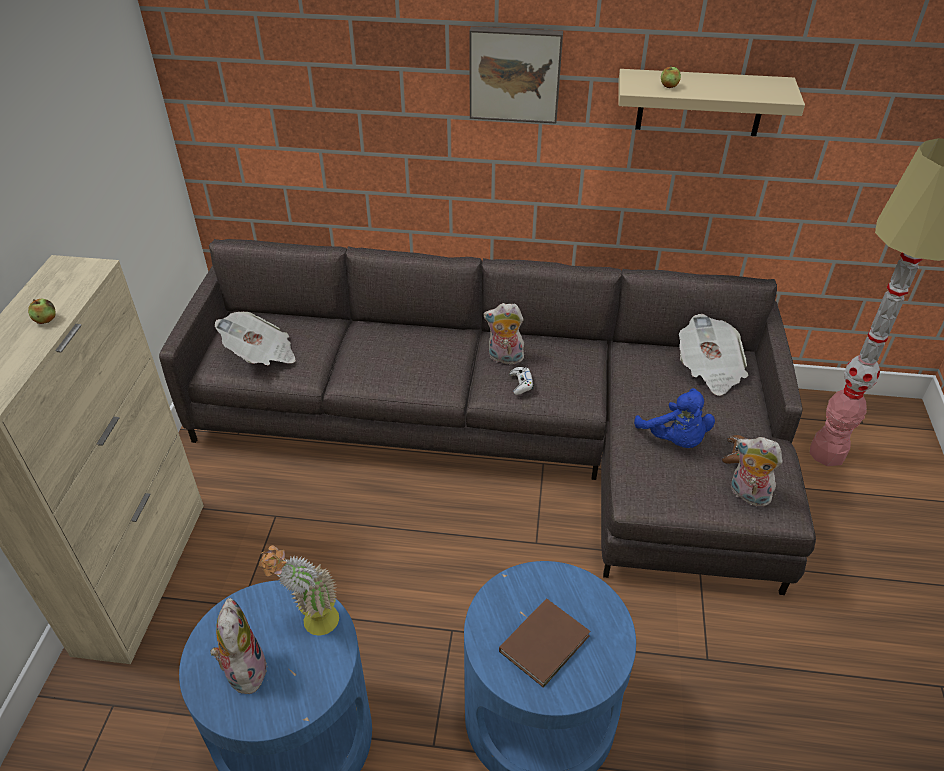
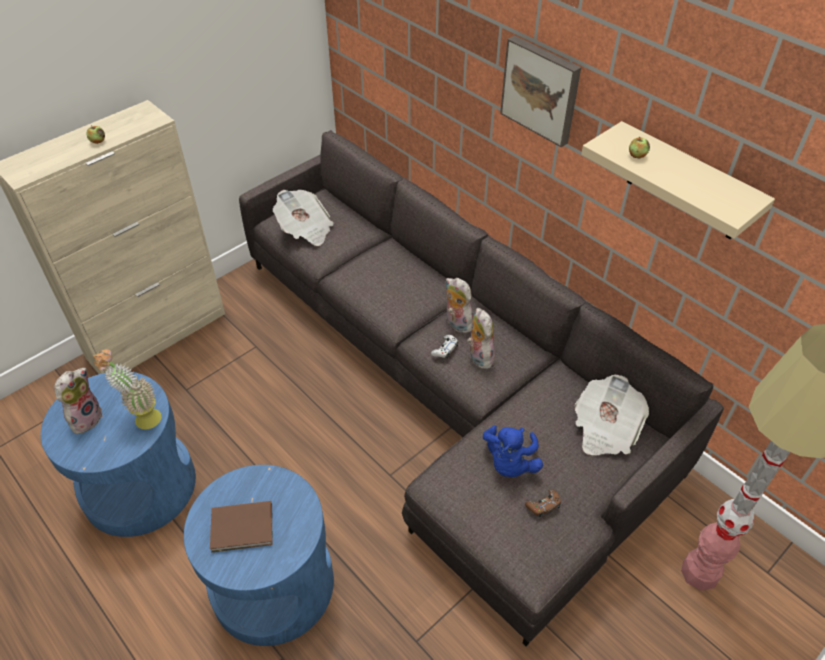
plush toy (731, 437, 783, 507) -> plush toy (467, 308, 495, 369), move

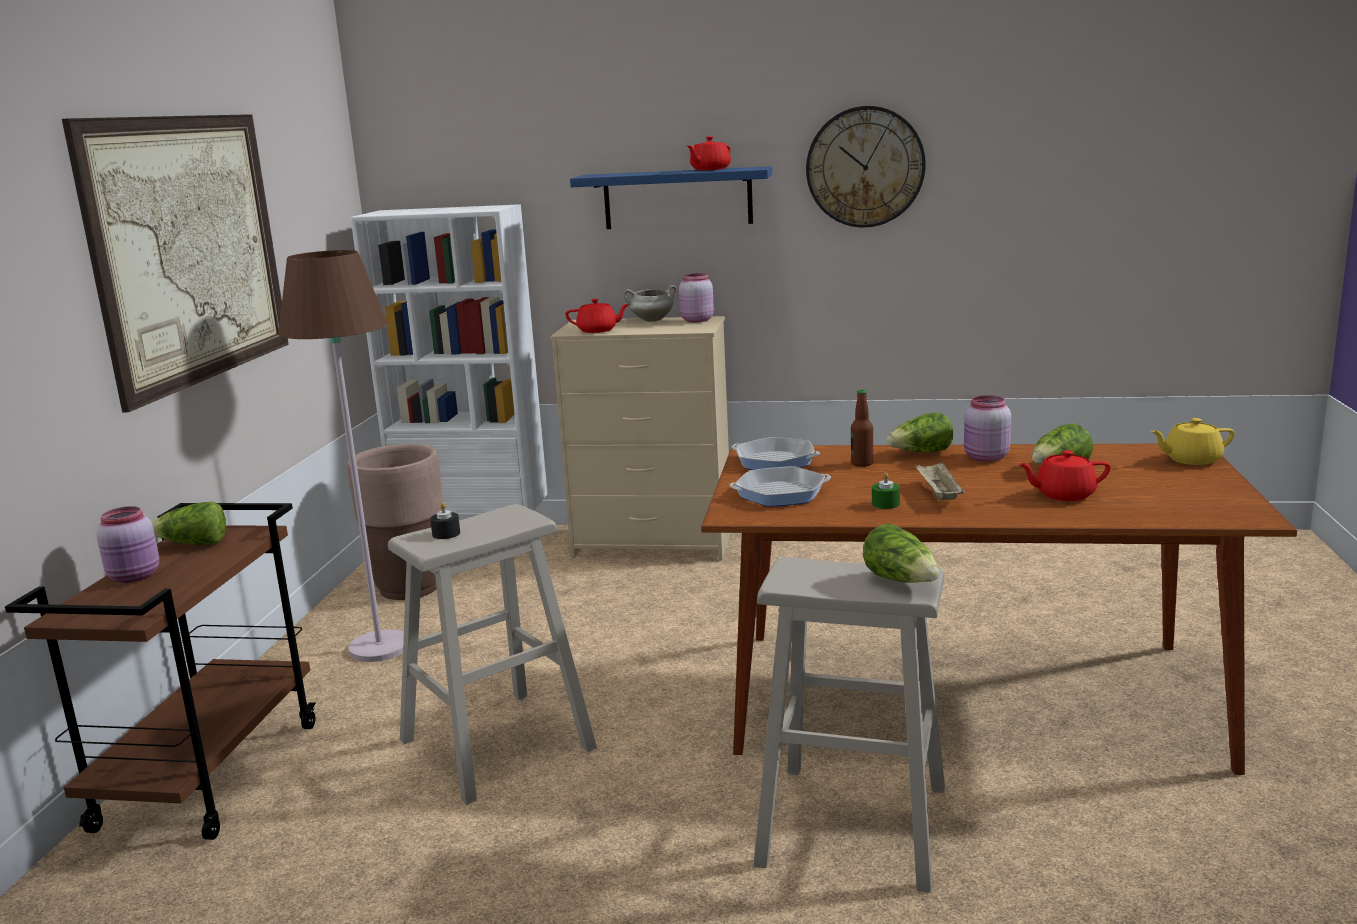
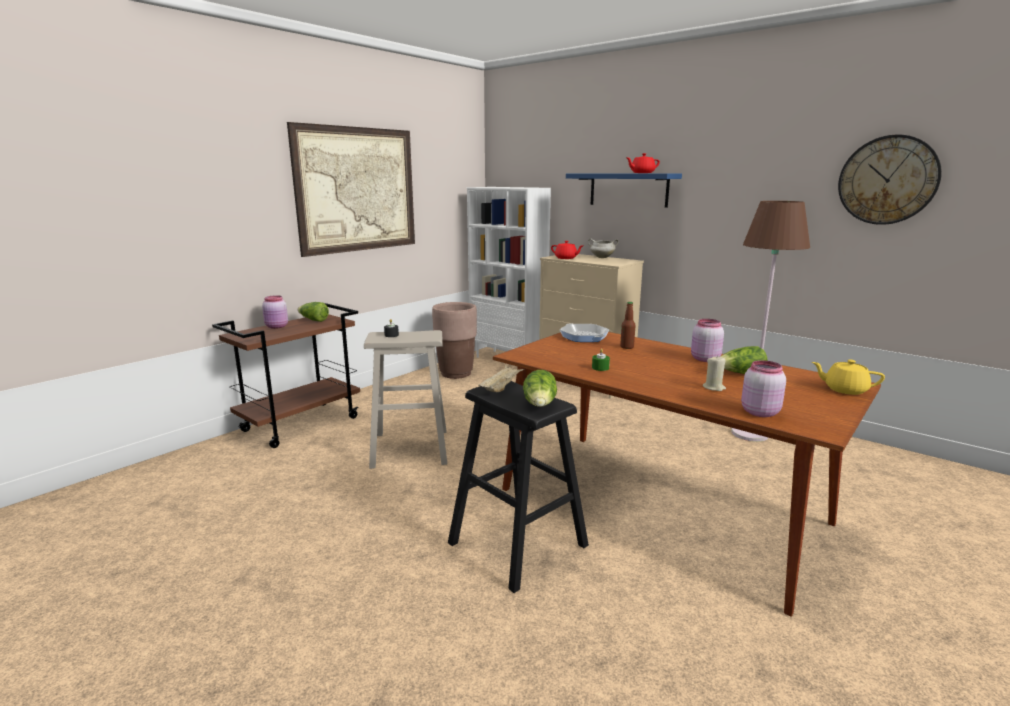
brown floor lamp (278, 250, 404, 662) -> brown floor lamp (731, 201, 810, 442), move
pink jar (679, 273, 714, 322) -> pink jar (741, 360, 786, 417), move
frying pan (729, 466, 831, 507) -> none
beige stool (753, 557, 945, 893) -> black stool (448, 381, 589, 593)
wall clock (806, 106, 926, 228) -> wall clock (838, 135, 942, 225), move
lettuce (886, 412, 954, 452) -> none
beige tray (915, 462, 965, 500) -> beige tray (478, 365, 524, 392), move
red teapot (1018, 450, 1111, 501) -> beige candle (703, 355, 726, 391)

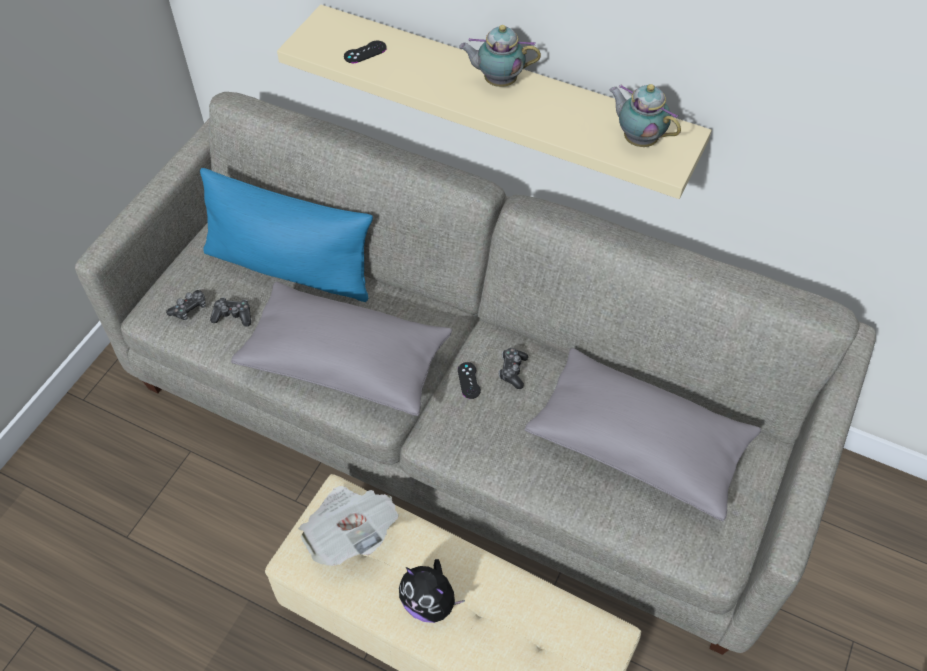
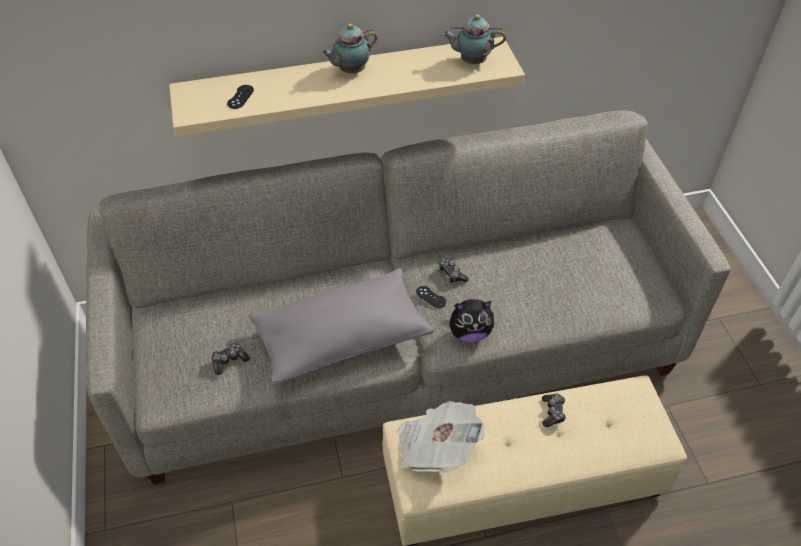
game controller (166, 290, 206, 320) -> game controller (542, 394, 566, 427), move
blue pillow (200, 168, 373, 302) -> none
plush toy (399, 559, 465, 623) -> plush toy (450, 299, 495, 343), move
grey pillow (524, 348, 761, 522) -> none

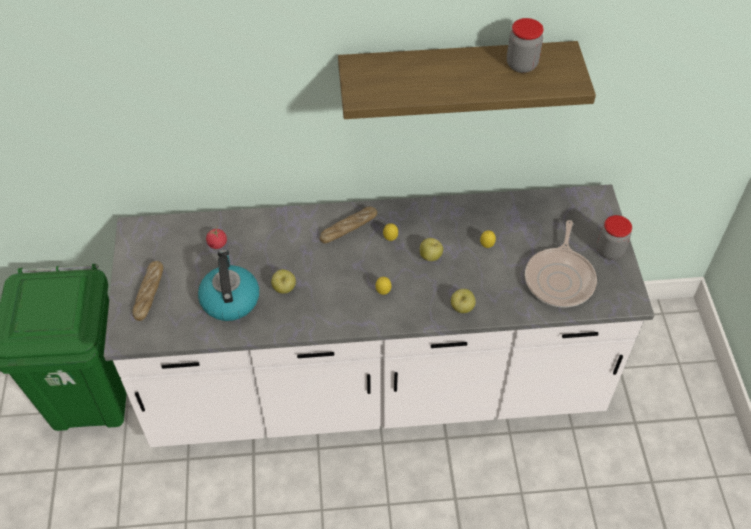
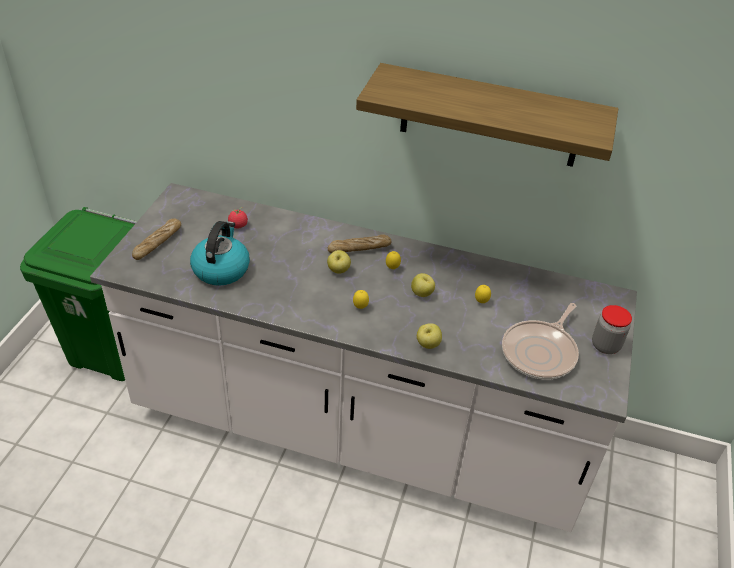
apple (271, 269, 296, 294) -> apple (327, 250, 351, 274), move
jar (507, 18, 544, 73) -> none

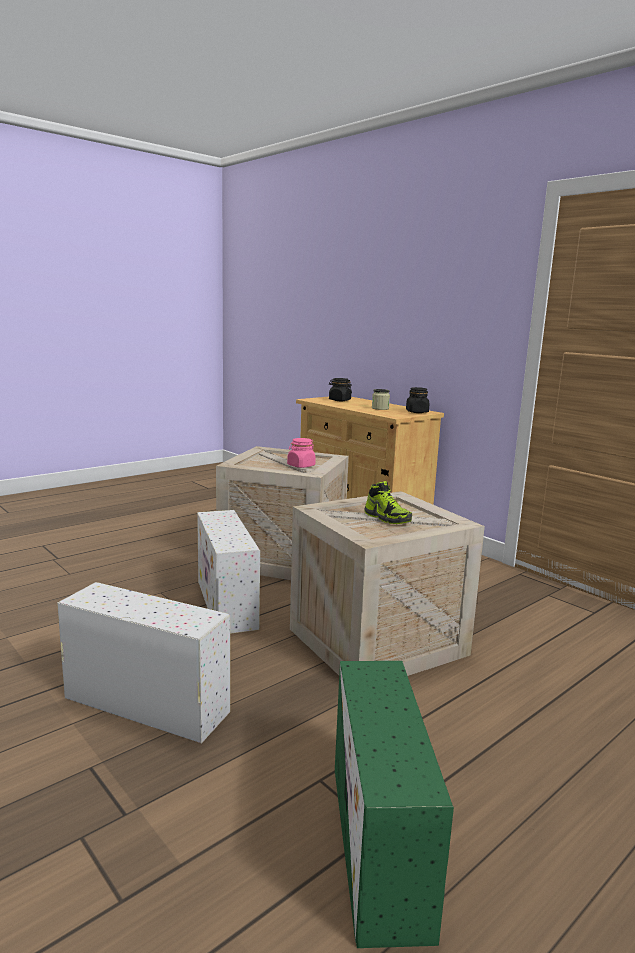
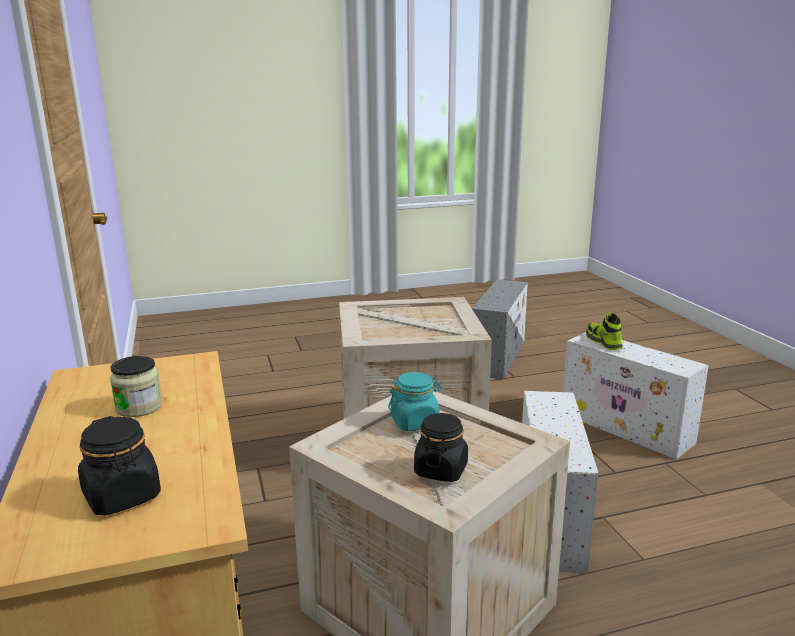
pink jar (287, 438, 316, 468) -> turquoise jar (388, 372, 442, 431)
green storage box (335, 661, 454, 948) -> grey storage box (472, 279, 528, 379)
shoe (364, 481, 412, 524) -> shoe (586, 313, 623, 350), move
black jar (406, 387, 429, 413) -> black jar (414, 413, 468, 482), move

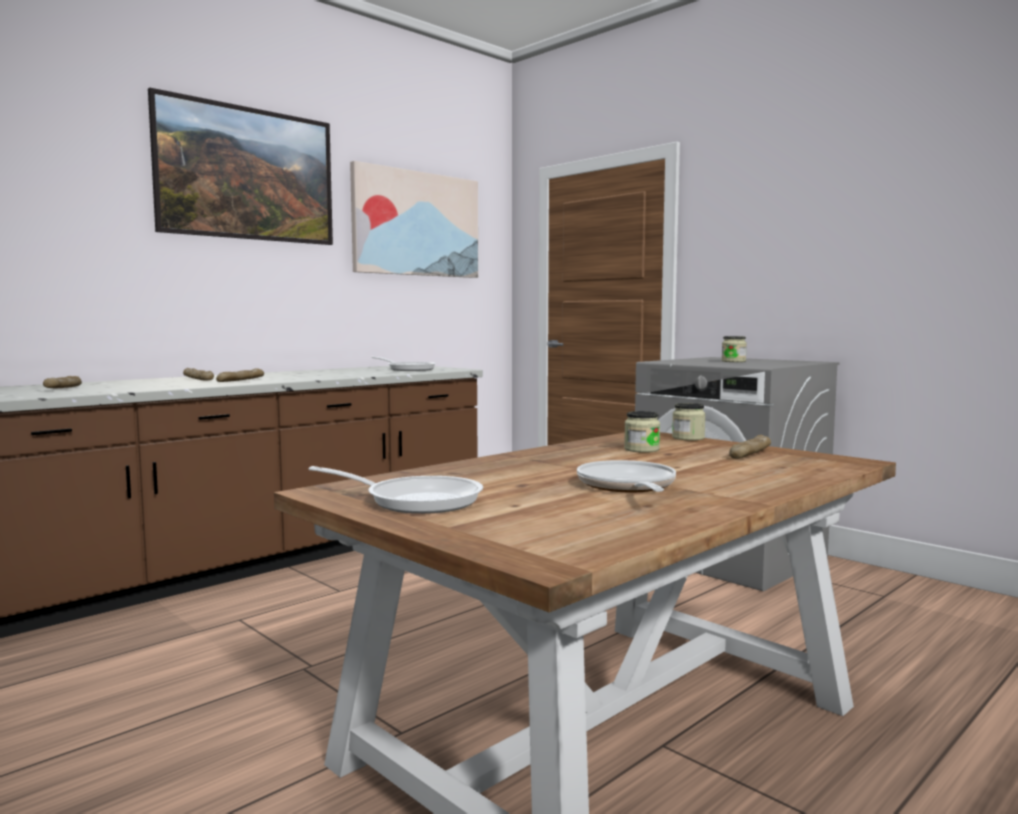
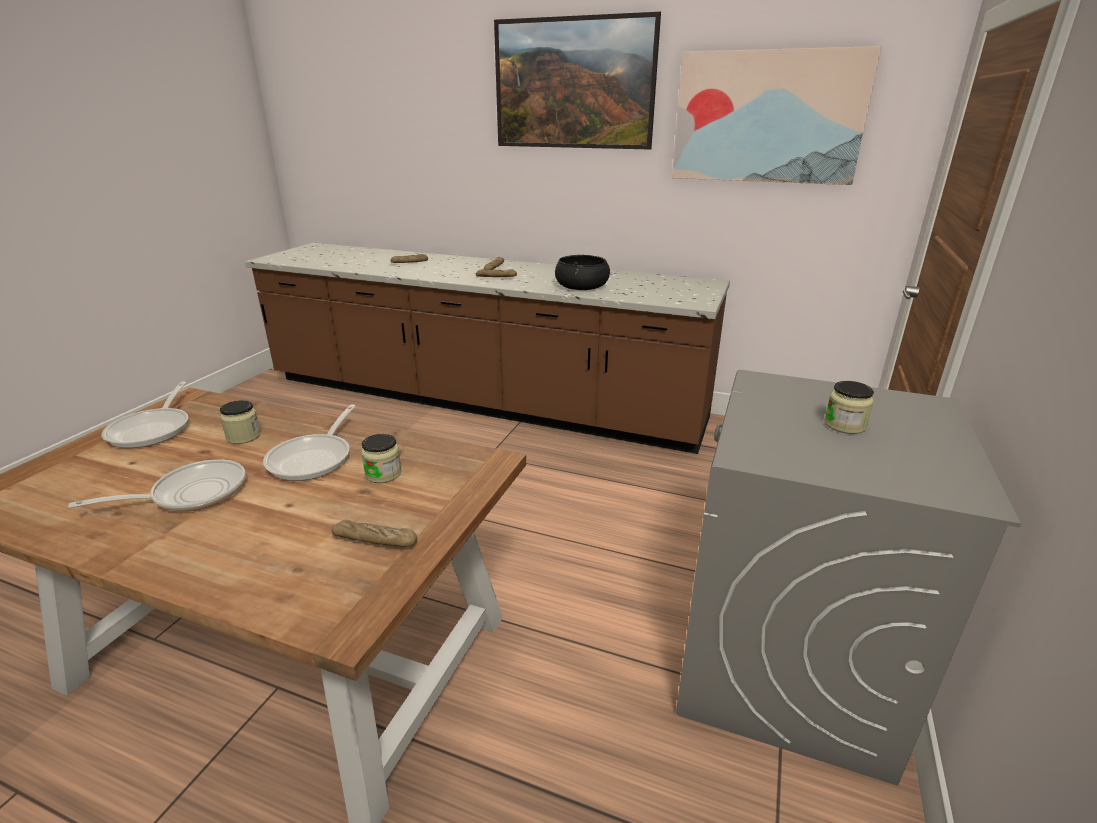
frying pan (371, 356, 437, 371) -> frying pan (263, 404, 356, 481), move
jar (672, 403, 706, 441) -> jar (220, 400, 261, 444), move
none -> black bowl (555, 255, 610, 290)

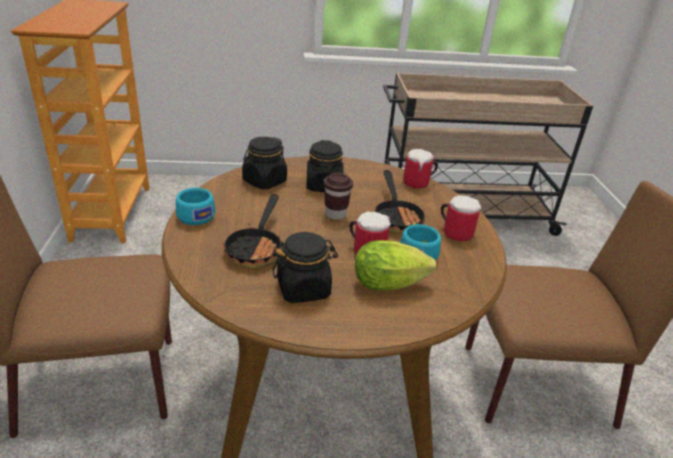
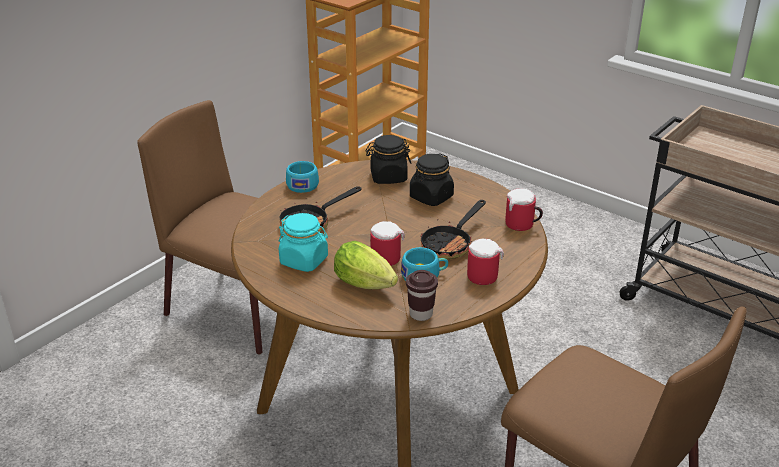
black jar (272, 232, 338, 303) -> turquoise jar (279, 213, 328, 272)
brown cup (324, 172, 353, 220) -> brown cup (406, 270, 438, 321), move

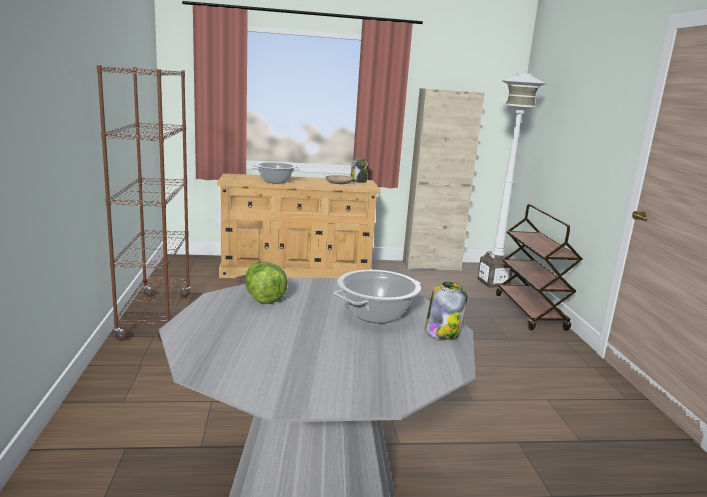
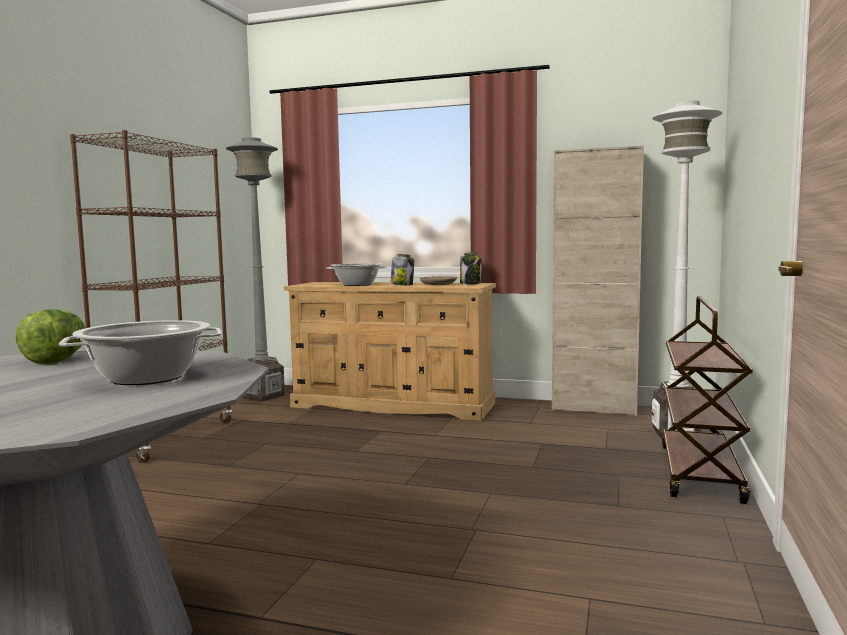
jar (425, 282, 467, 340) -> jar (391, 254, 414, 285), move
none -> grey floor lamp (226, 138, 285, 402)

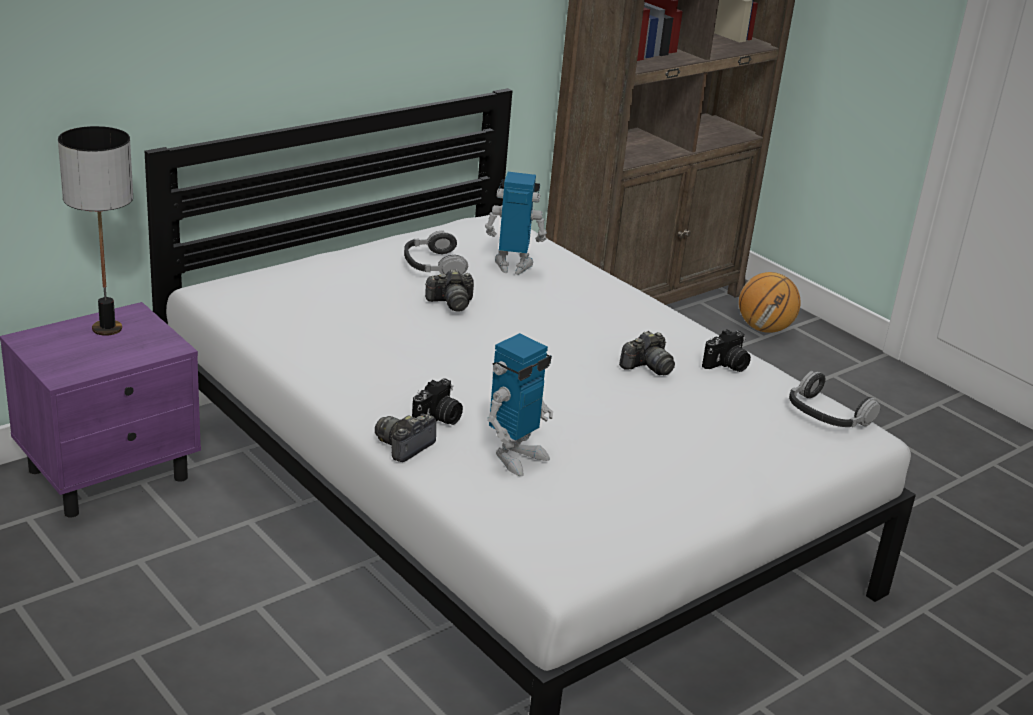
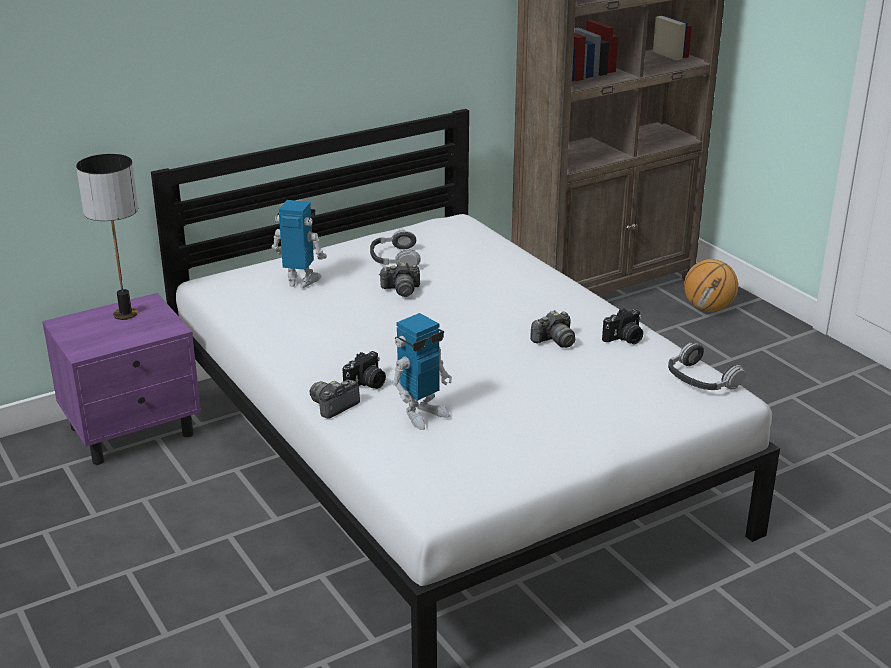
toy robot (485, 172, 547, 275) -> toy robot (272, 200, 327, 288), move

